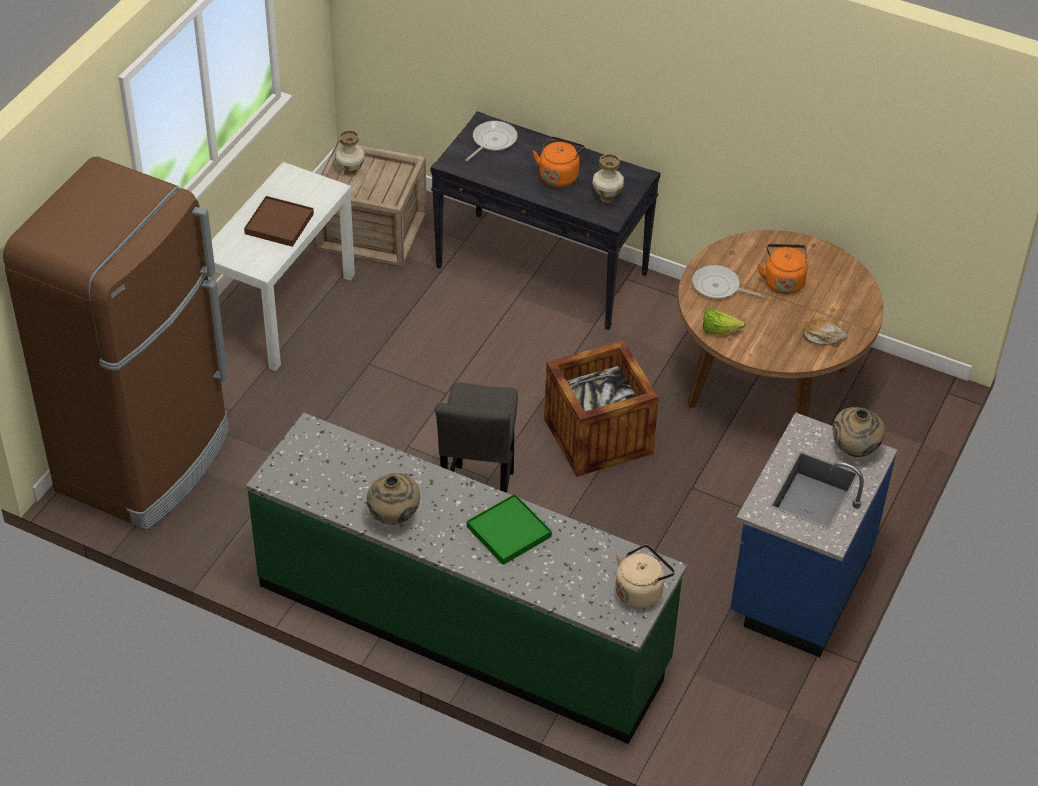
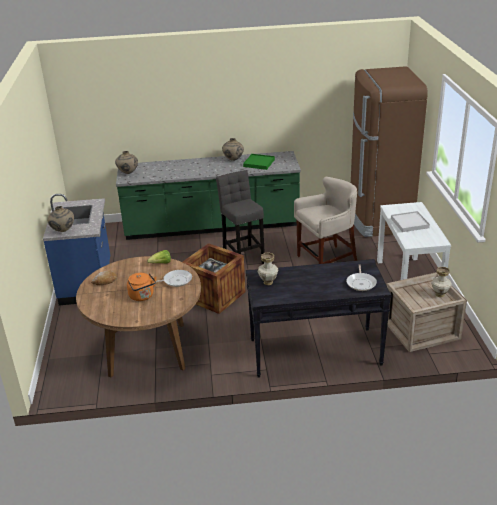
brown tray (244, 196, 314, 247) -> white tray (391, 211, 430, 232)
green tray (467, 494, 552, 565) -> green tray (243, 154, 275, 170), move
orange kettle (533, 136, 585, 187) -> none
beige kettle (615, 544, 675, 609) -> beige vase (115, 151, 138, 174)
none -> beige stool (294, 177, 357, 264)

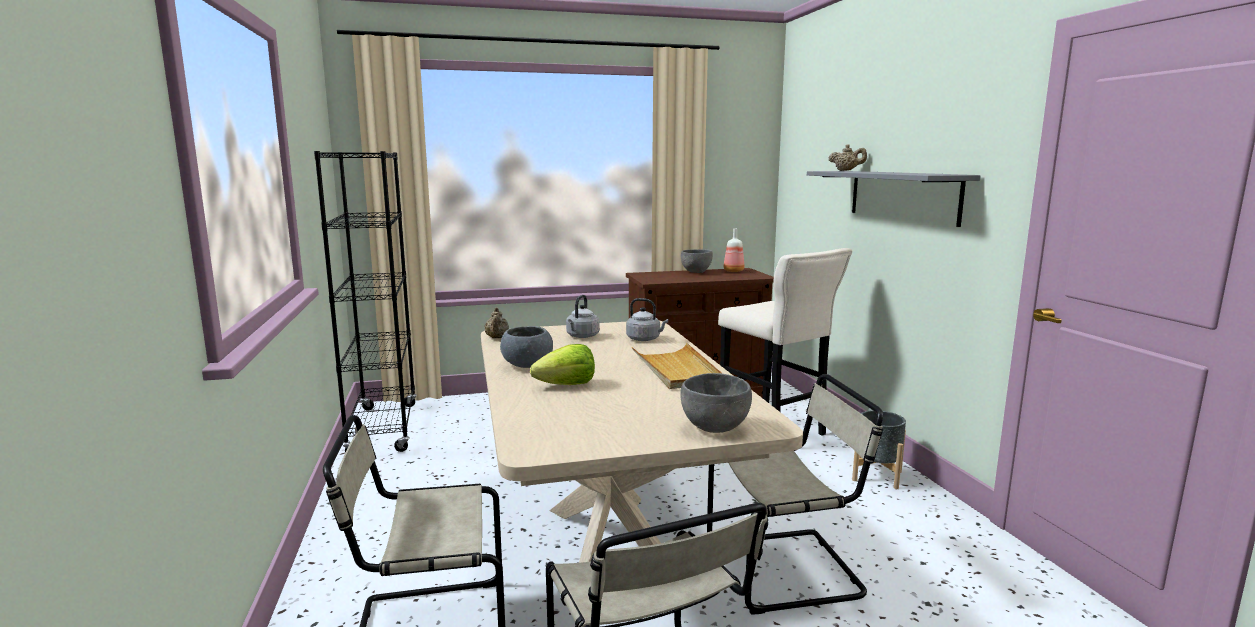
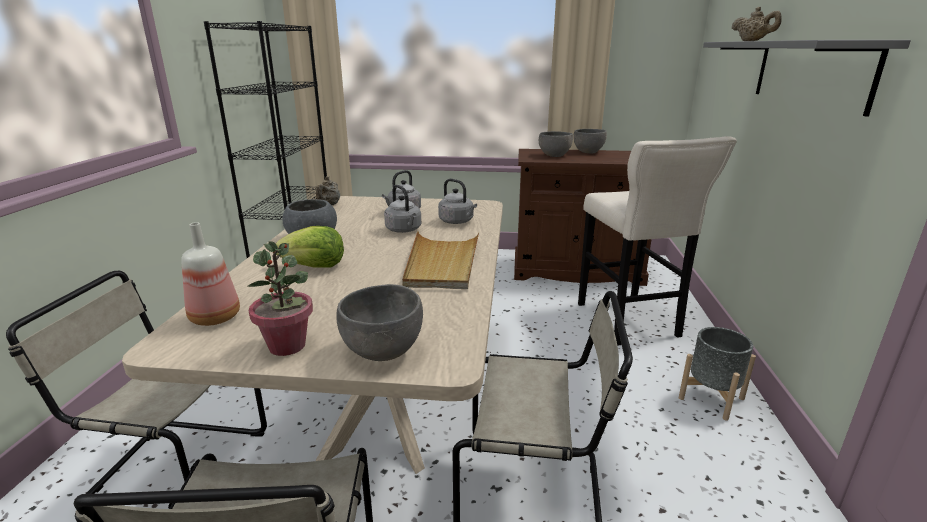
bottle (724, 229, 745, 272) -> bottle (181, 222, 240, 326), move
none -> potted plant (248, 241, 313, 356)
none -> grey kettle (384, 185, 421, 233)
none -> grey bowl (539, 131, 573, 157)

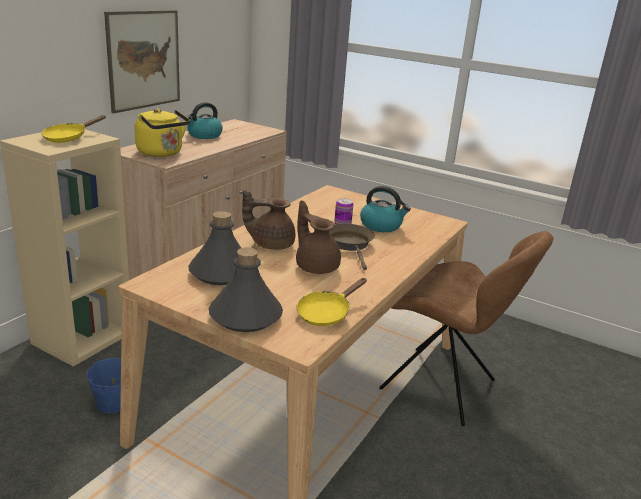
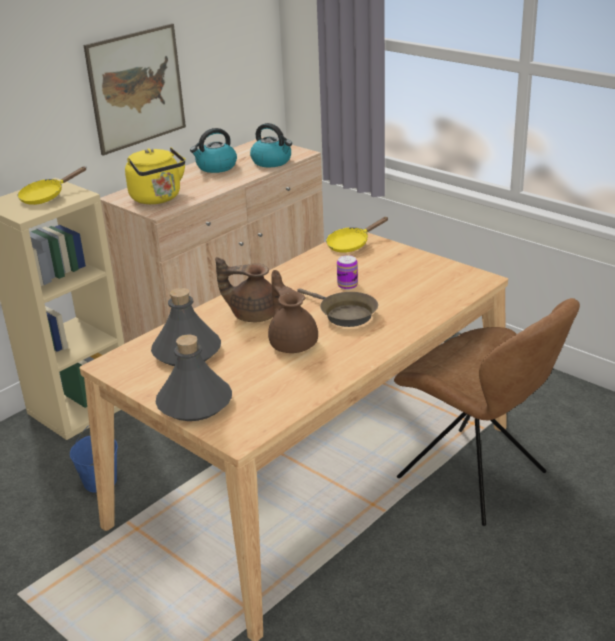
yellow frying pan (296, 278, 367, 326) -> yellow frying pan (326, 217, 388, 253), move
brown frying pan (329, 224, 375, 270) -> brown frying pan (298, 288, 378, 327), 135 degrees clockwise
kettle (360, 186, 411, 232) -> kettle (250, 123, 292, 167), move

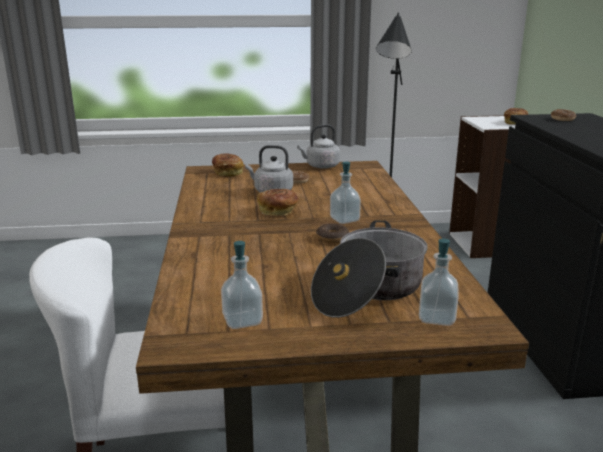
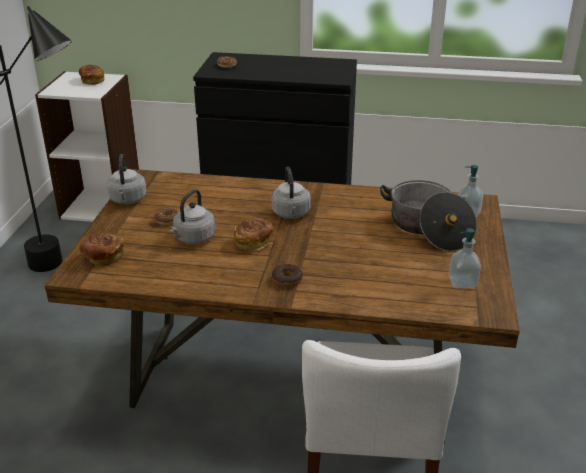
donut (316, 223, 349, 243) -> donut (272, 264, 303, 287), move
soap dispenser (330, 162, 361, 224) -> grey kettle (272, 167, 311, 219)

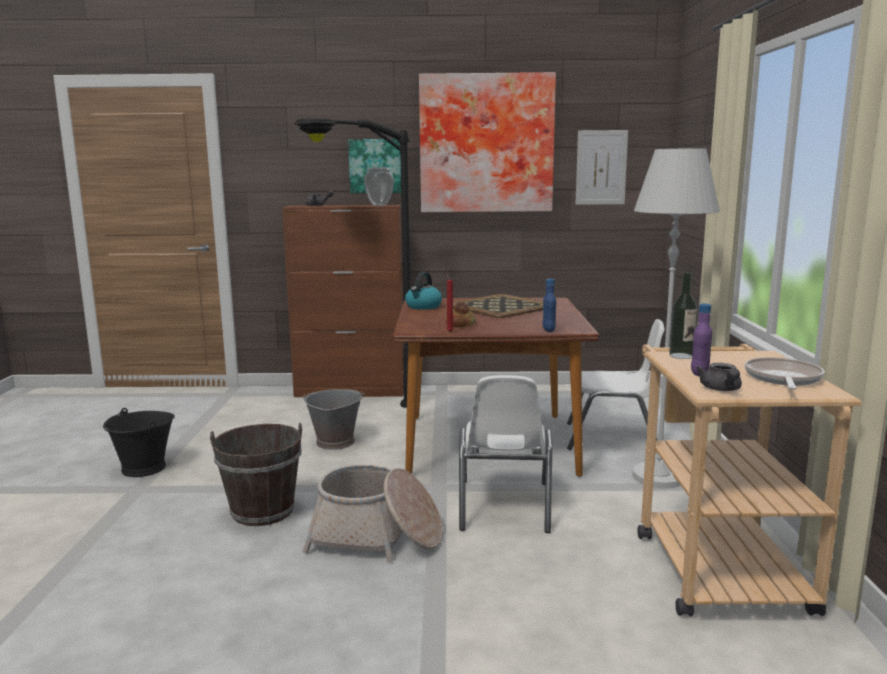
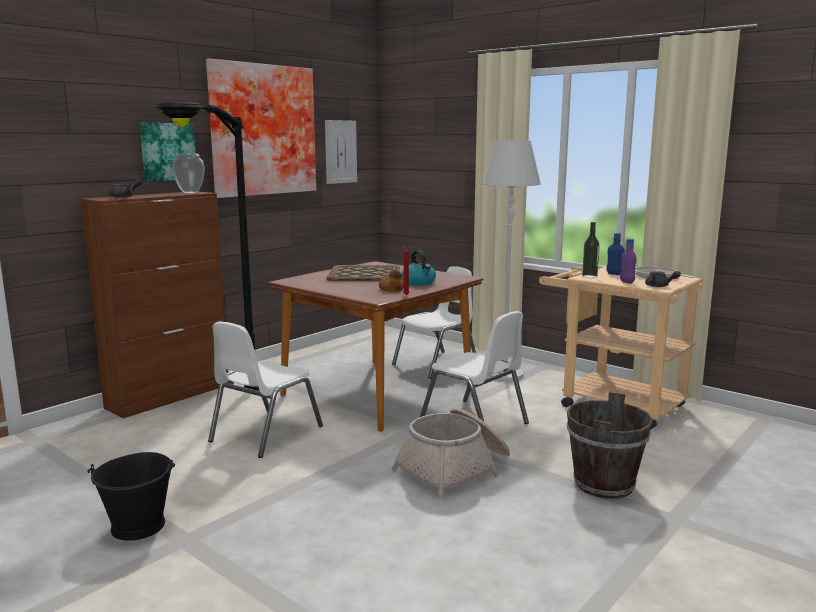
brown bucket (210, 423, 302, 526) -> brown bucket (566, 392, 653, 499), move
grey bucket (302, 389, 364, 450) -> white chair (208, 322, 323, 458)
kettle (405, 272, 442, 310) -> kettle (402, 250, 436, 286), move
blue bottle (542, 279, 556, 332) -> blue bottle (606, 233, 625, 275), move

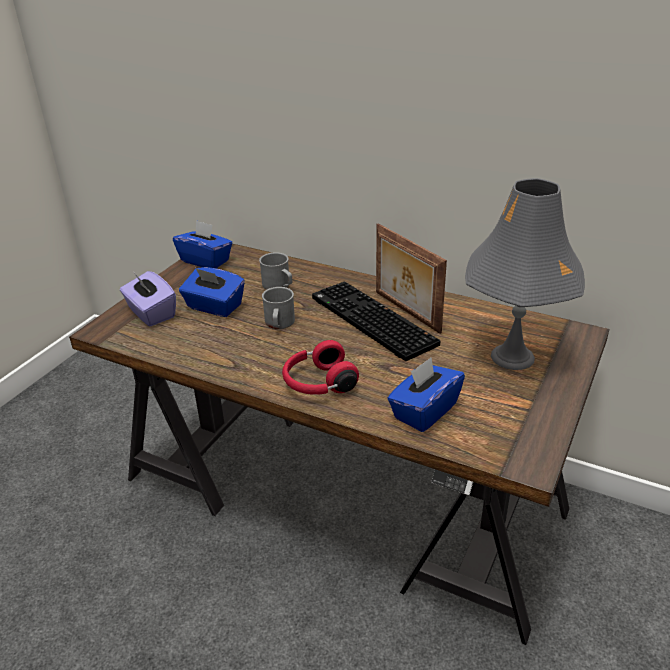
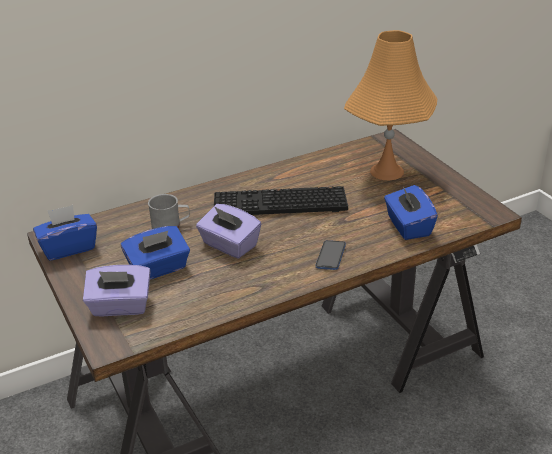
grey mug (262, 287, 295, 329) -> purple tissue box (196, 204, 261, 258)
red headphones (282, 340, 359, 395) -> phone (316, 240, 346, 270)
picture frame (376, 223, 447, 334) -> none
grey table lamp (465, 178, 585, 370) -> orange table lamp (344, 30, 438, 180)

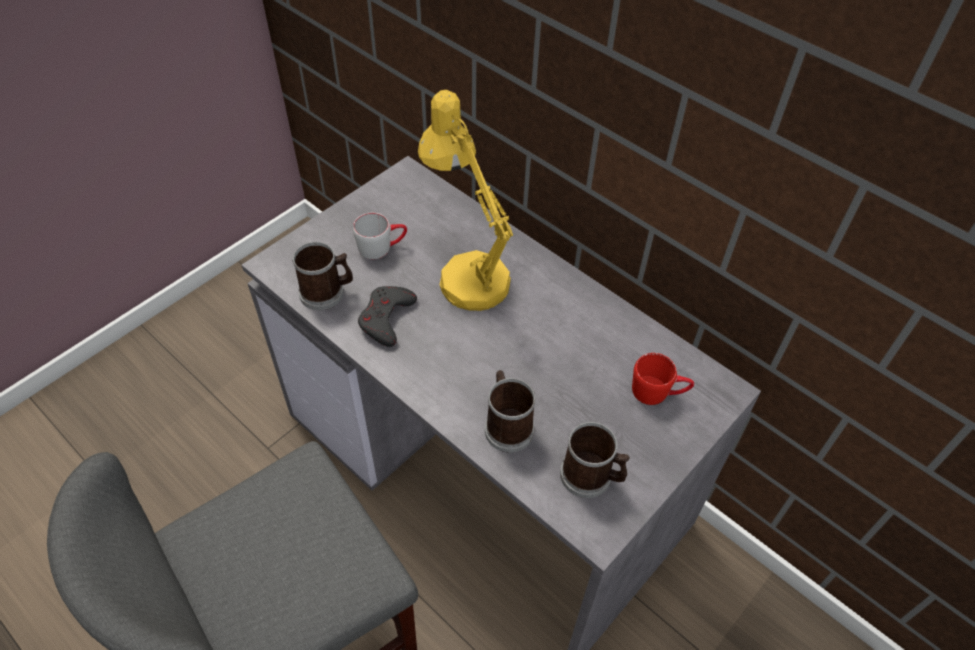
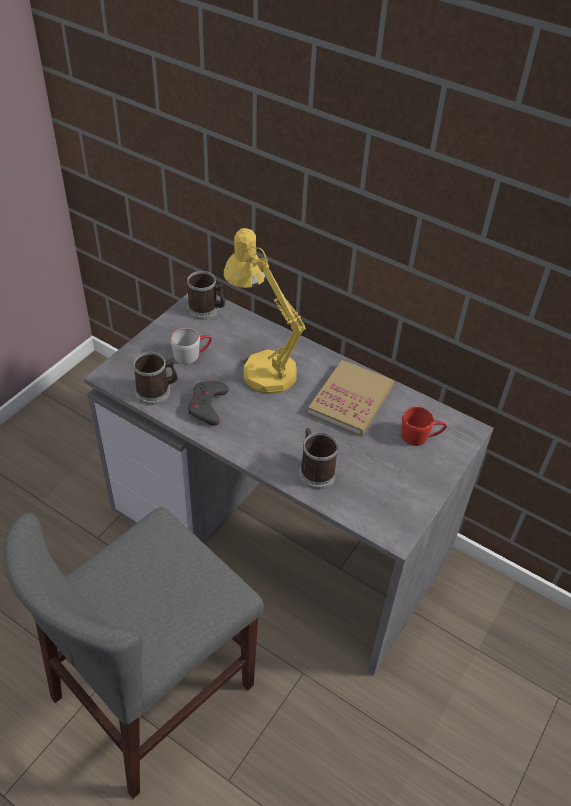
mug (560, 422, 630, 498) -> mug (187, 271, 225, 320), move
none -> book (308, 360, 394, 436)

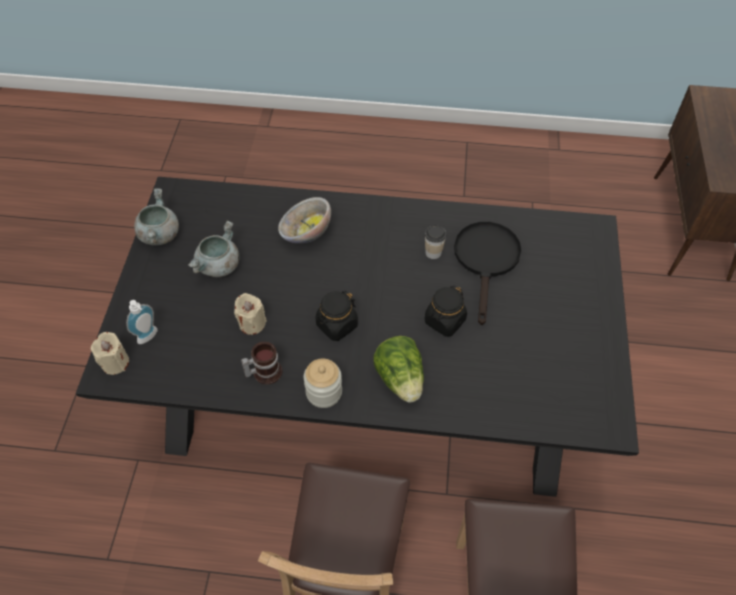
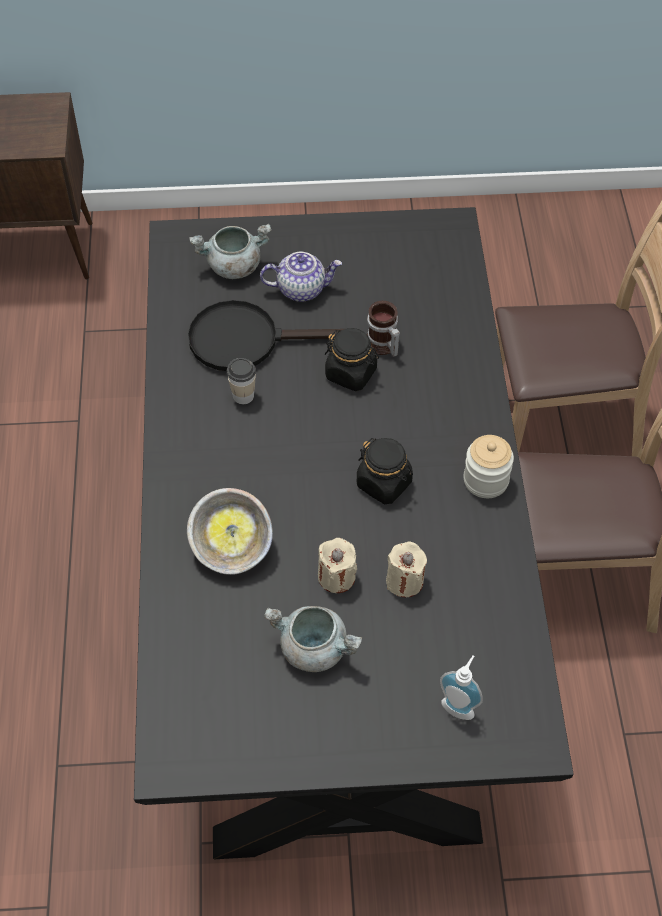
beige candle (91, 332, 129, 375) -> beige candle (318, 538, 357, 593), move
grey cooking pot (134, 188, 179, 245) -> grey cooking pot (189, 223, 271, 279), move
mug (241, 342, 282, 384) -> mug (367, 301, 400, 357), move
lettuce (373, 336, 424, 403) -> none
none -> teapot (260, 252, 342, 302)

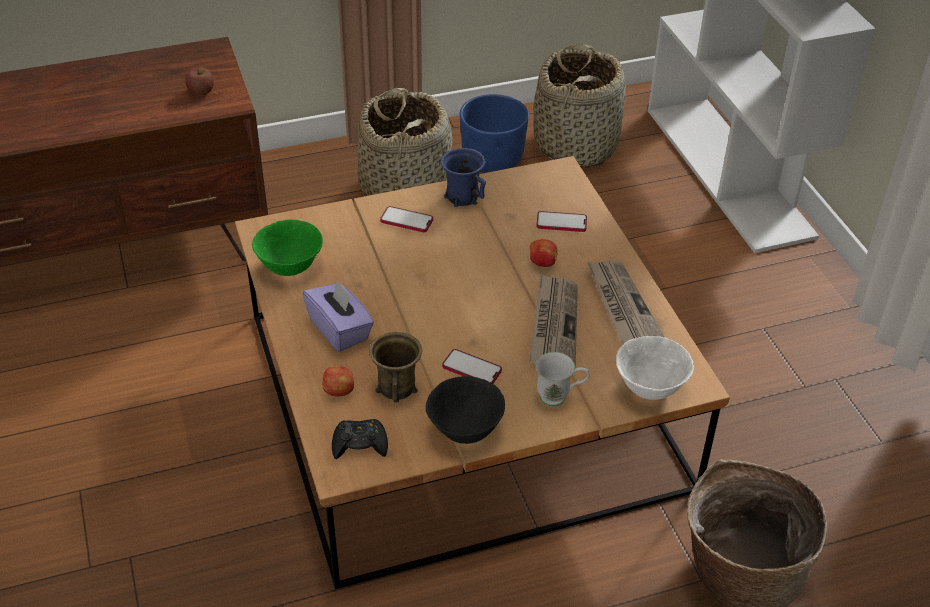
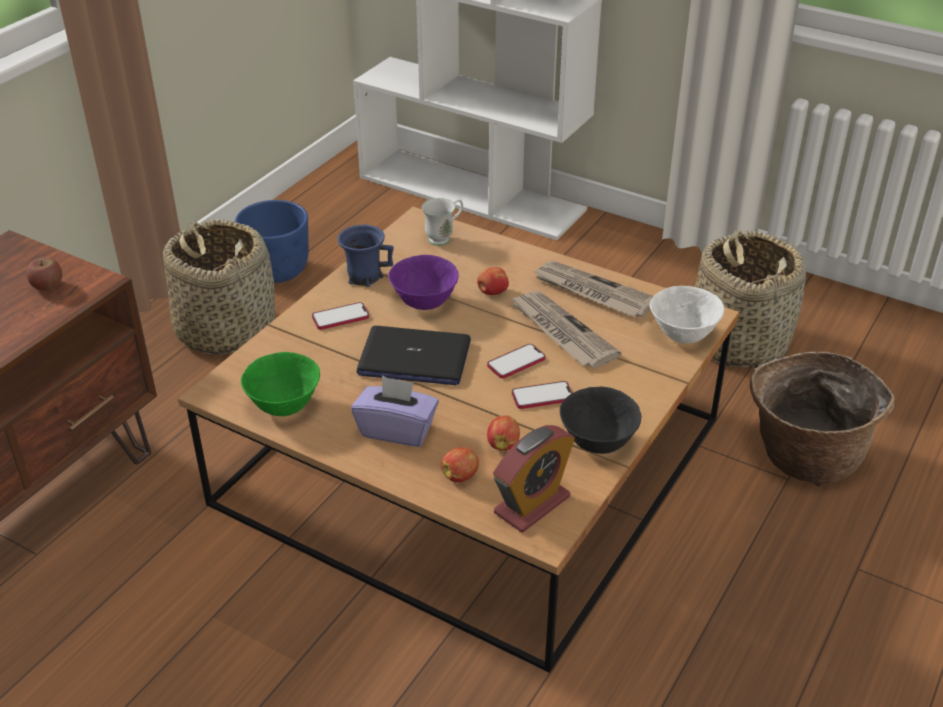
black game controller (332, 419, 388, 459) -> alarm clock (493, 425, 575, 533)
brown mug (369, 332, 422, 403) -> apple (487, 415, 520, 451)
basket (533, 44, 626, 168) -> basket (695, 229, 806, 368), move
white mug (535, 352, 590, 406) -> white mug (422, 198, 463, 246), move
phone (536, 211, 587, 232) -> phone (487, 344, 545, 379), move
none -> laptop (356, 326, 471, 385)
none -> purple bowl (388, 255, 459, 310)

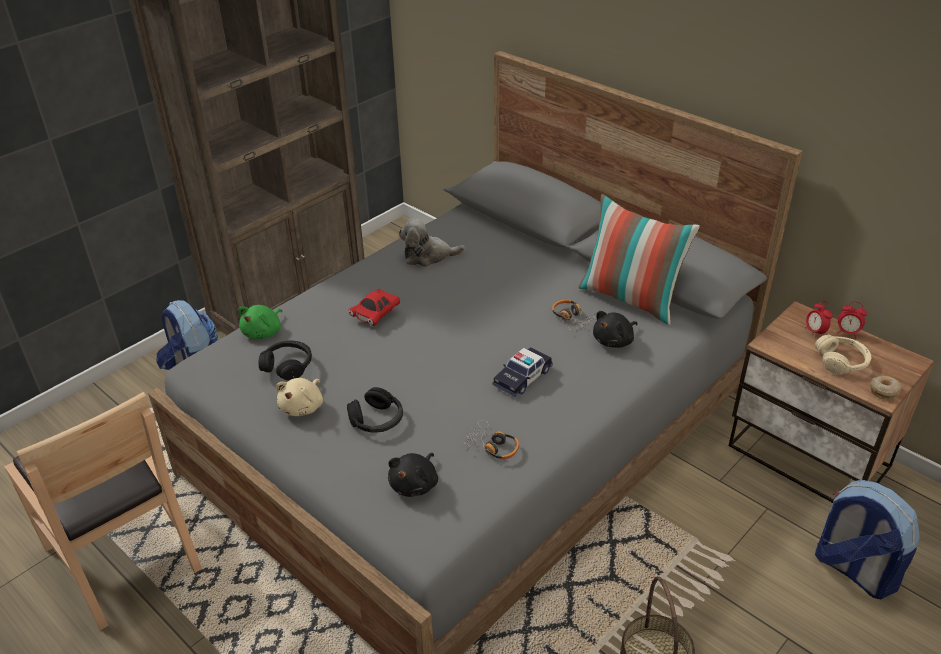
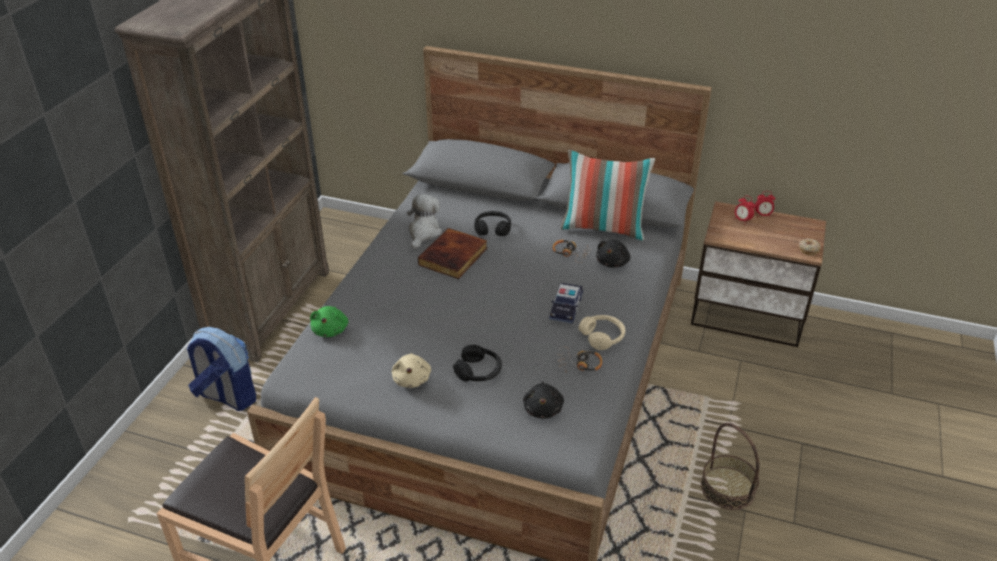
black headphones (258, 340, 312, 381) -> black headphones (474, 211, 511, 236), move
red toy car (348, 289, 400, 326) -> none
plush toy (399, 217, 465, 267) -> plush toy (406, 194, 442, 249), 135 degrees clockwise
beige headphones (815, 334, 871, 375) -> beige headphones (578, 315, 625, 350), move
backpack (815, 480, 920, 599) -> none
none -> book (418, 228, 488, 279)

